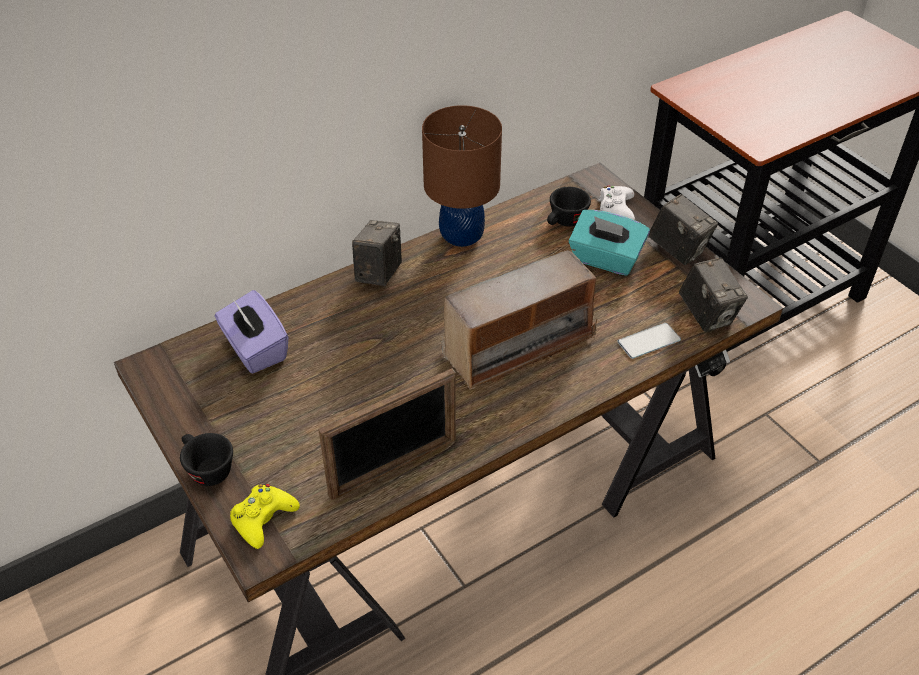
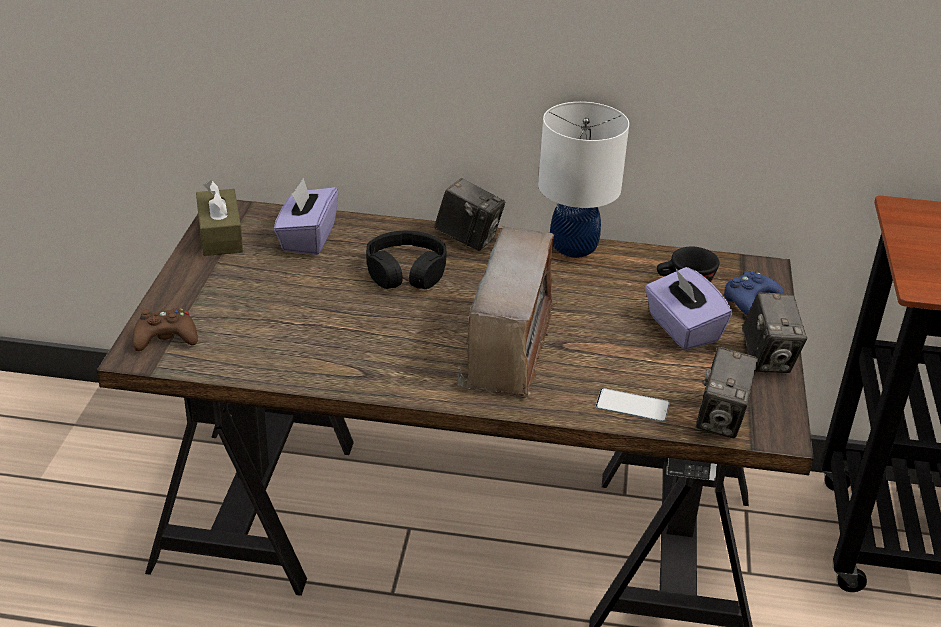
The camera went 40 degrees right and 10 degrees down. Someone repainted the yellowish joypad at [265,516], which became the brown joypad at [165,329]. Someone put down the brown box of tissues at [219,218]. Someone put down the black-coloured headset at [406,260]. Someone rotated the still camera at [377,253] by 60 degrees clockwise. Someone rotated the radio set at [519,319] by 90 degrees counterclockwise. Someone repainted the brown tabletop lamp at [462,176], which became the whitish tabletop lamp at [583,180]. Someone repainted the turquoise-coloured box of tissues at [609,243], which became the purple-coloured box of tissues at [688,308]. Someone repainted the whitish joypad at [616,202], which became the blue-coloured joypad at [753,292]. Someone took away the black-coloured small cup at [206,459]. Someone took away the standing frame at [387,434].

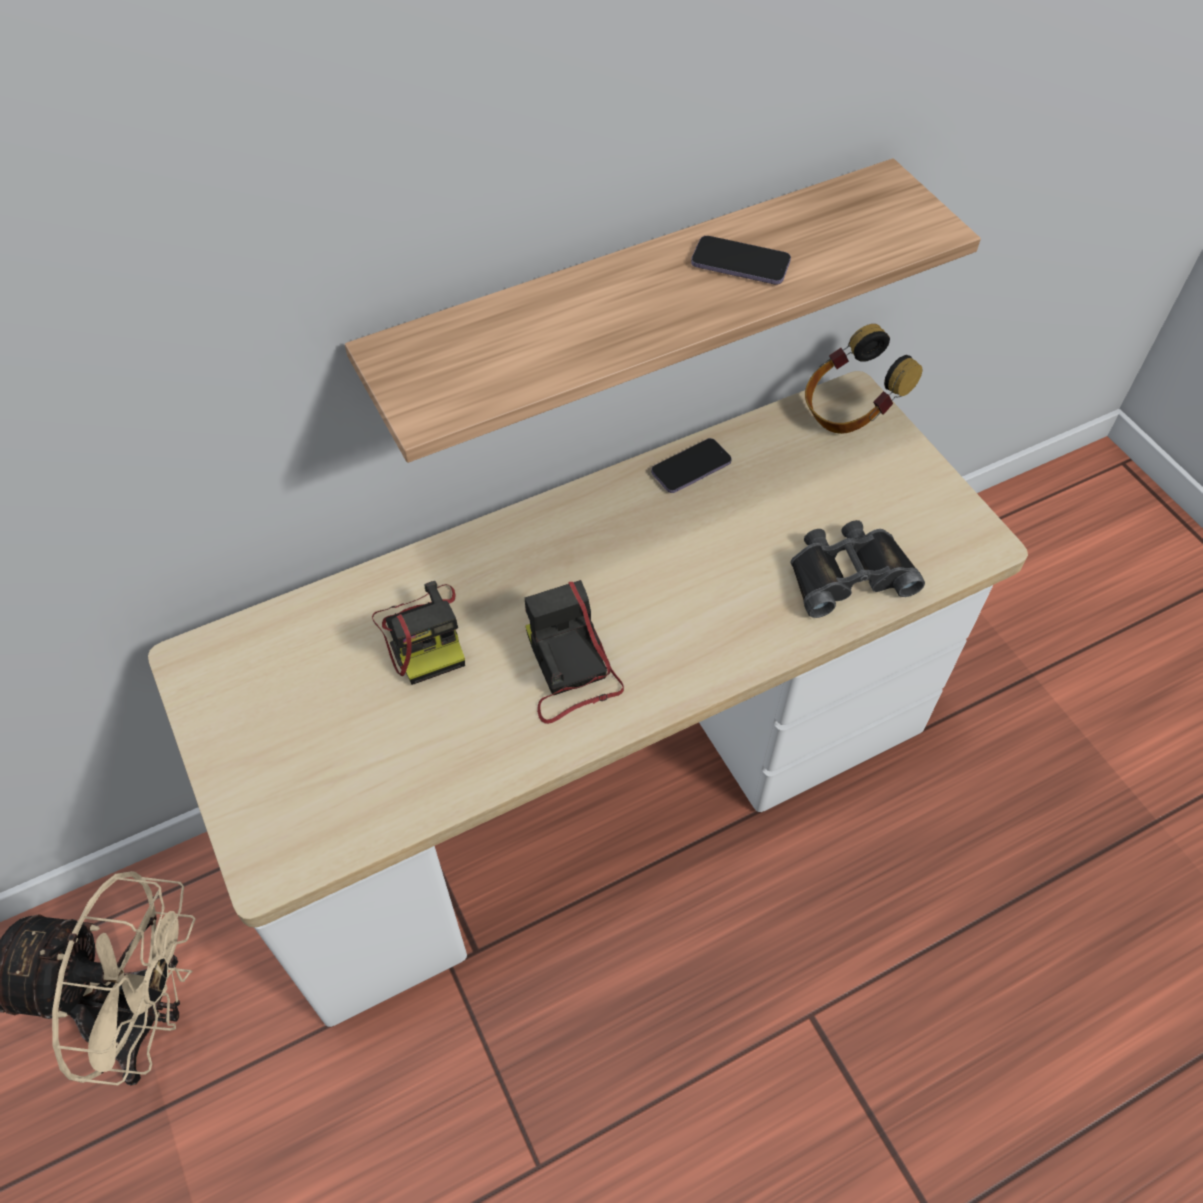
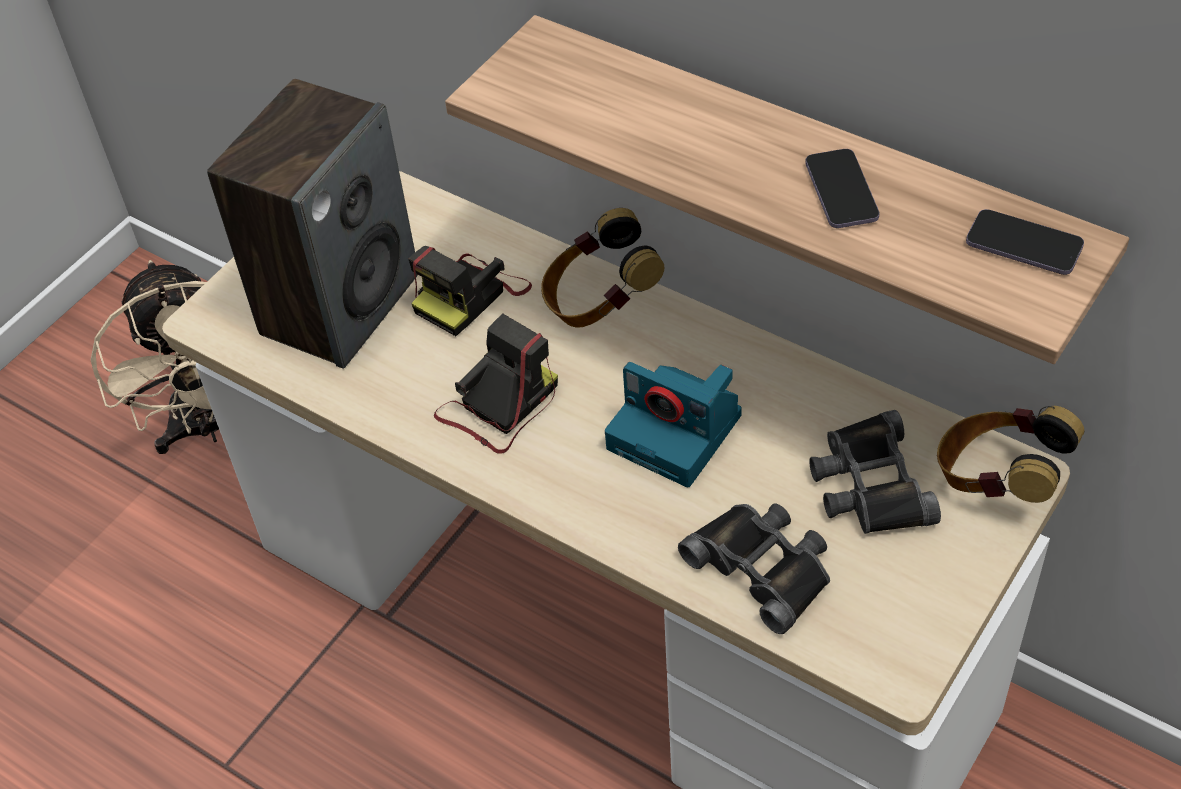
The camera went 65 degrees right and 5 degrees down. Someone put down the audio speaker at [312,224]. Someone put down the headset at [602,268]. Someone put down the still camera at [673,424]. Someone put down the black-coloured binoculars at [875,472]. Someone carried the phone from [691,465] to [1025,242].

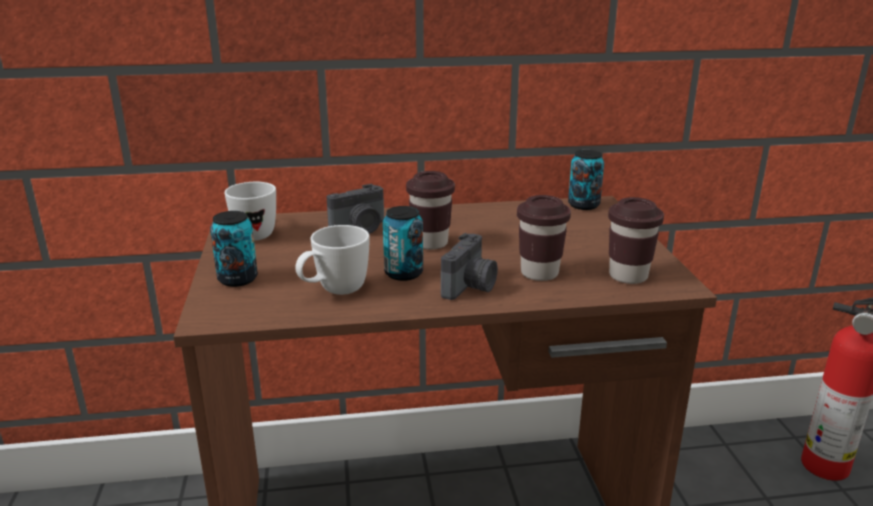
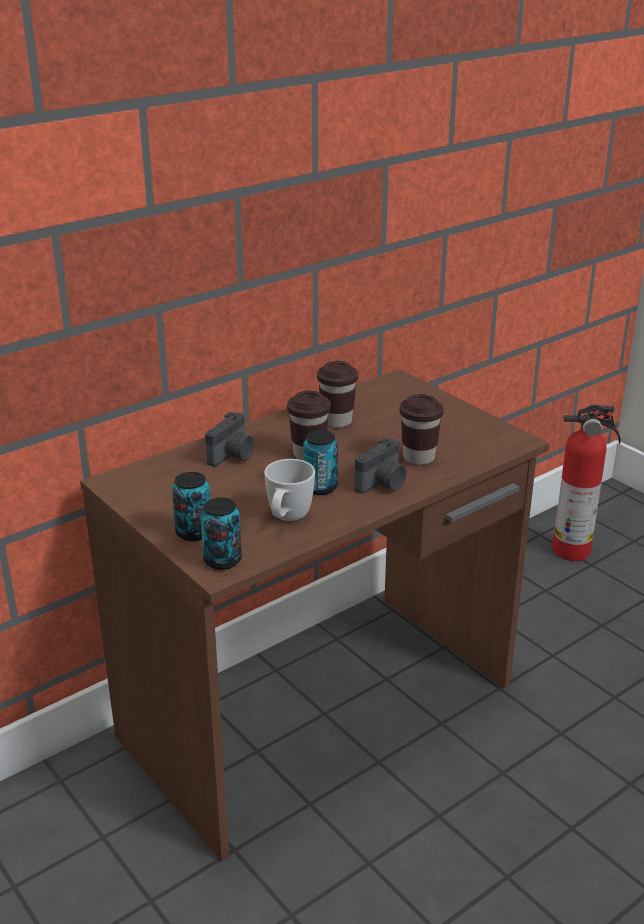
The camera went 30 degrees left and 5 degrees up. Someone carried the metal can from [586,180] to [221,533]. Someone carried the brown small cup from [636,240] to [337,394]. Someone rotated the still camera at [469,266] by 45 degrees clockwise. Someone took away the whitish tea mug at [250,211].

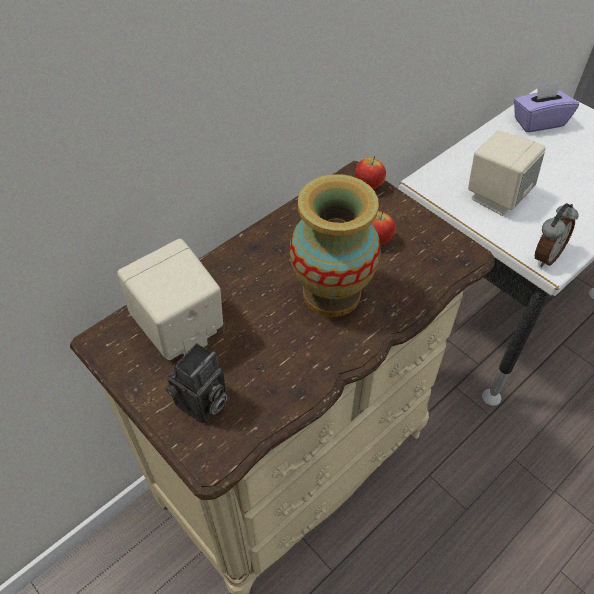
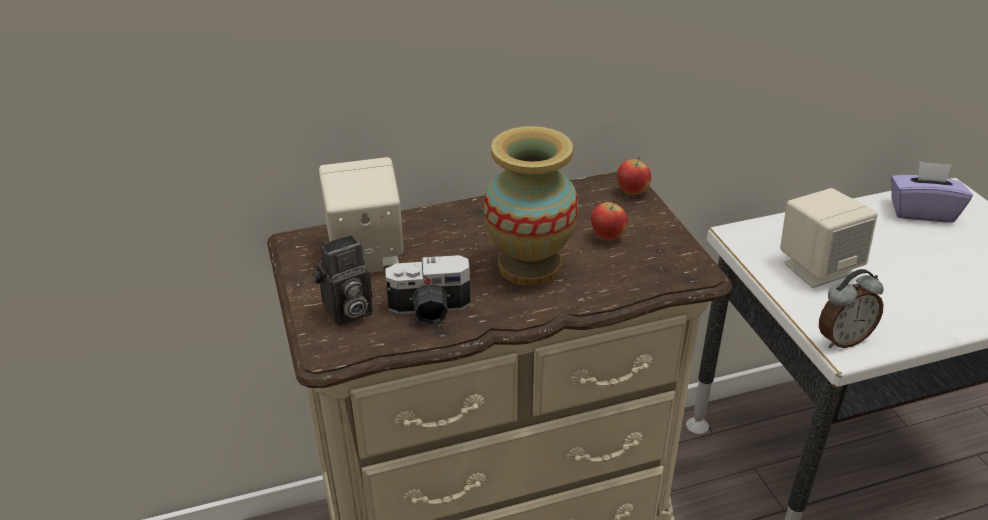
The camera went 25 degrees right and 15 degrees down. Someone put down the still camera at [428,290].

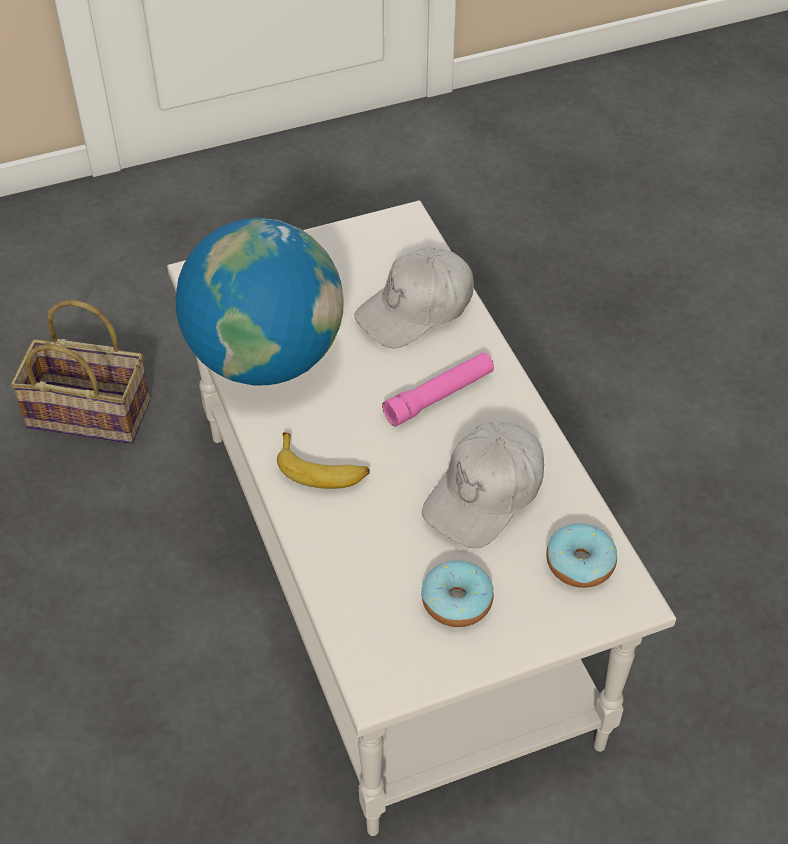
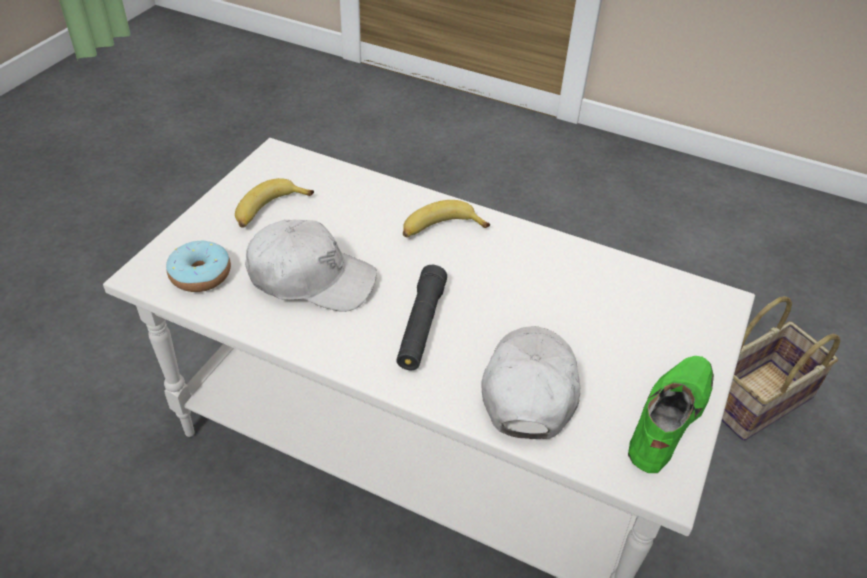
The camera went 135 degrees right and 5 degrees down. Someone swapped the doughnut at [457,593] for the whole banana at [274,203]. Someone rotated the whitish baseball cap at [483,485] by 105 degrees clockwise. Someone repainted the pinkish hand torch at [438,389], which became the black-coloured hand torch at [421,317]. Someone put down the green item of footwear at [671,414]. Someone took away the globe at [260,302].

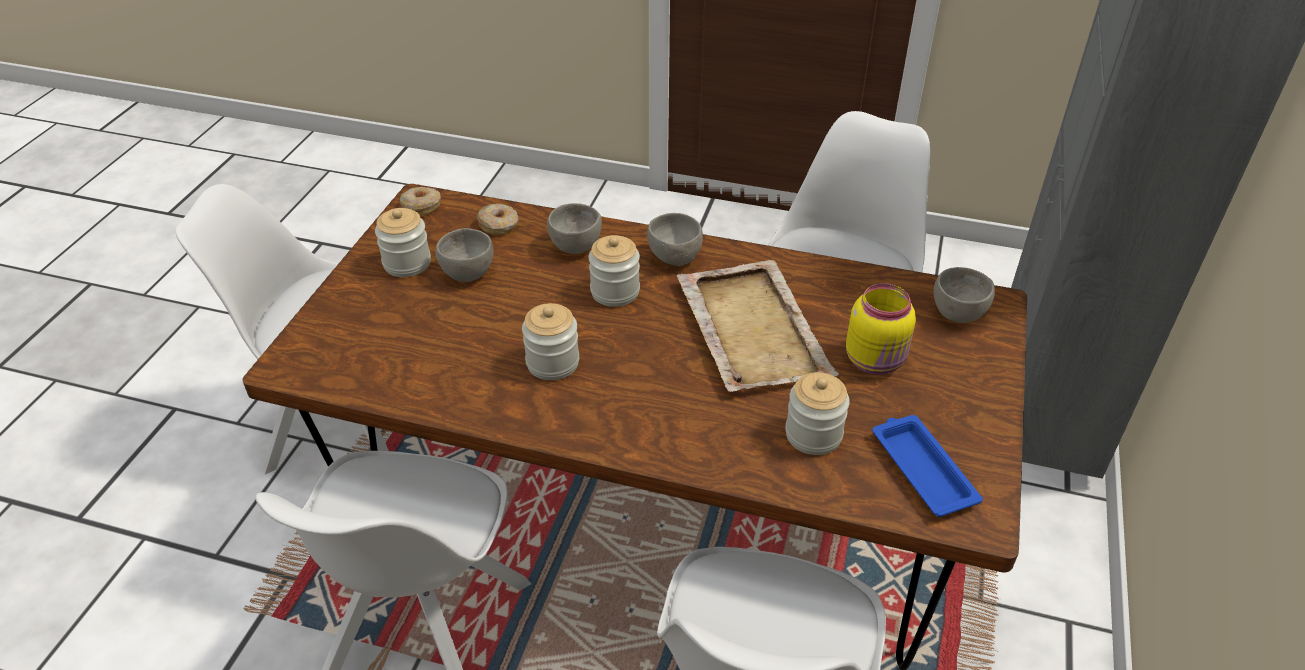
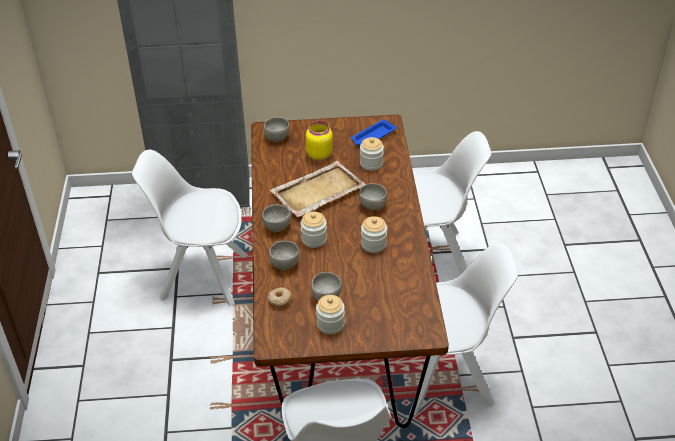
The camera went 110 degrees left and 0 degrees up. Someone put down the gray deep dish at [373,196]. Someone took away the doughnut at [420,201].

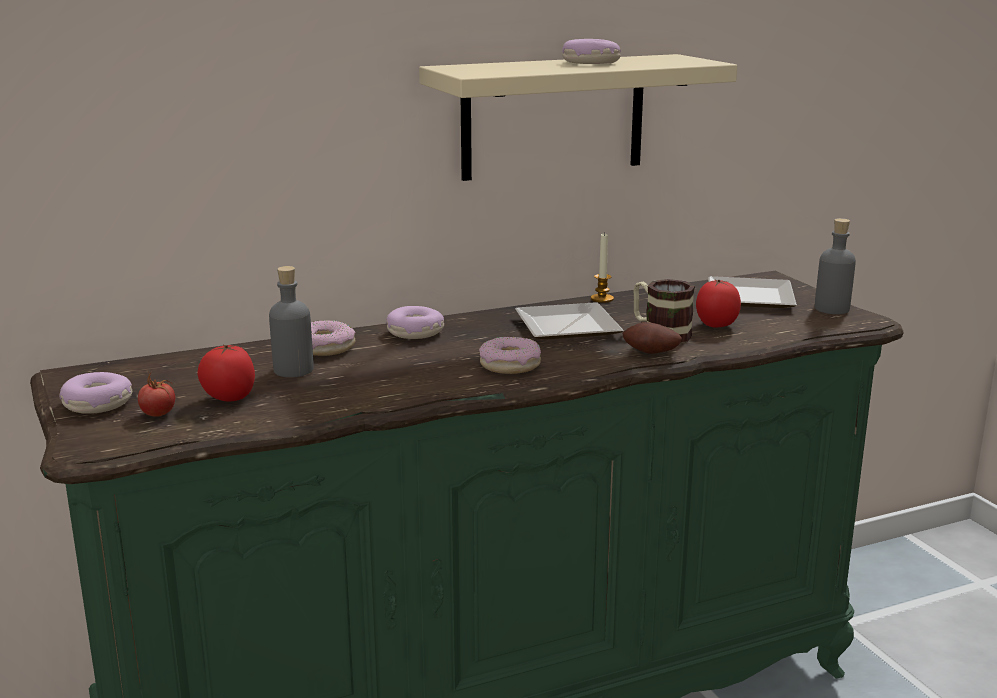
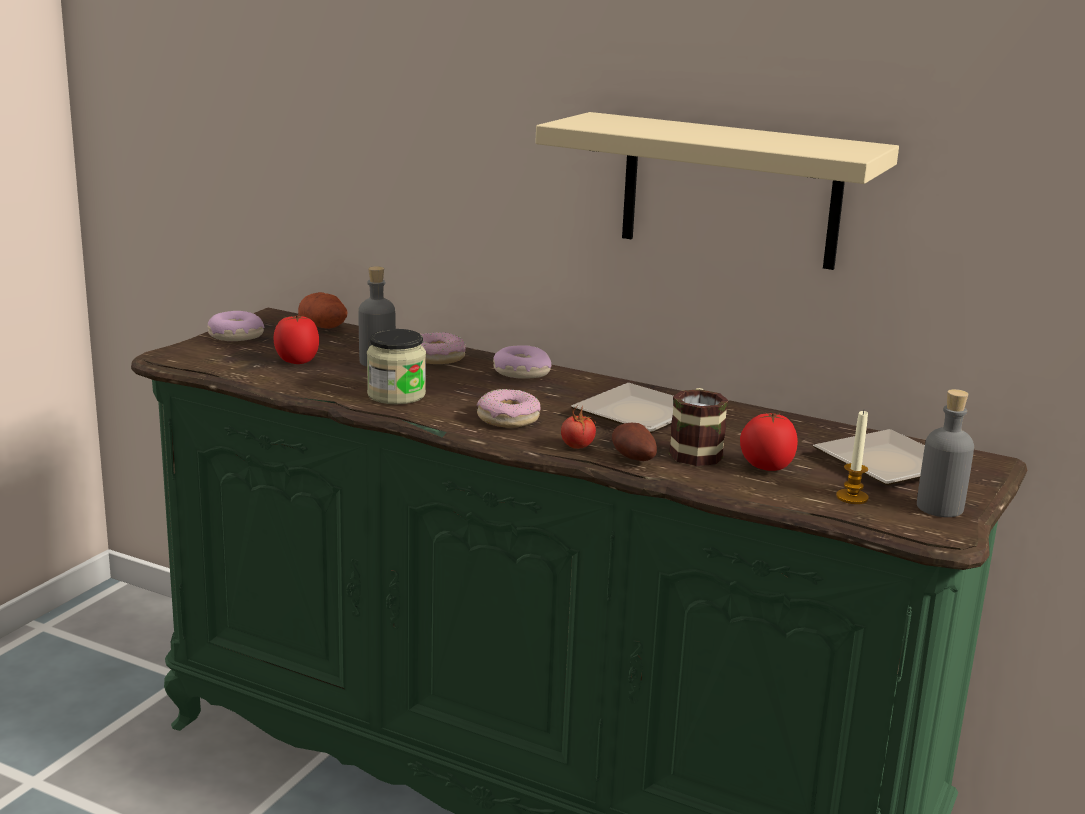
The camera went 50 degrees right and 0 degrees up. Someone put down the spud at [323,310]. Someone put down the storage jar at [396,366]. Someone carried the fresh tomato from [156,394] to [578,426]. Someone carried the wax candle from [602,267] to [852,457]. Someone took away the doughnut at [591,51].

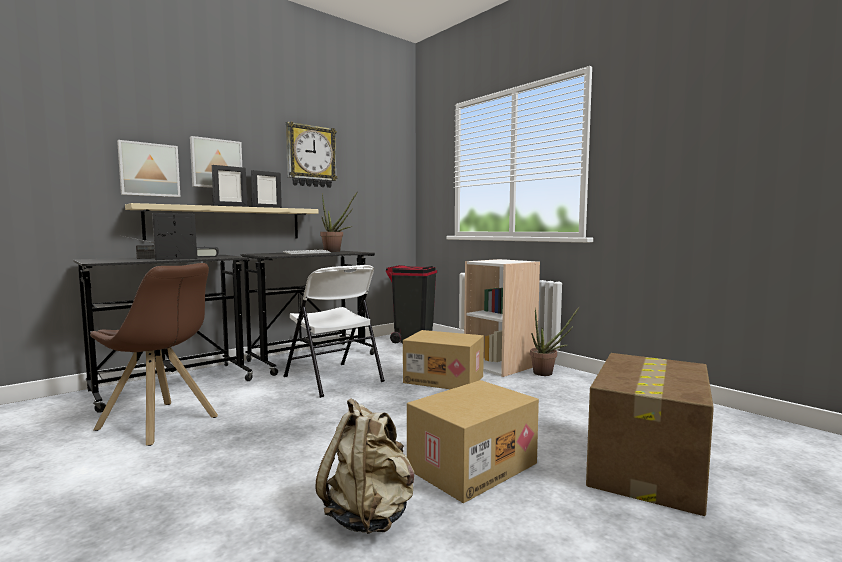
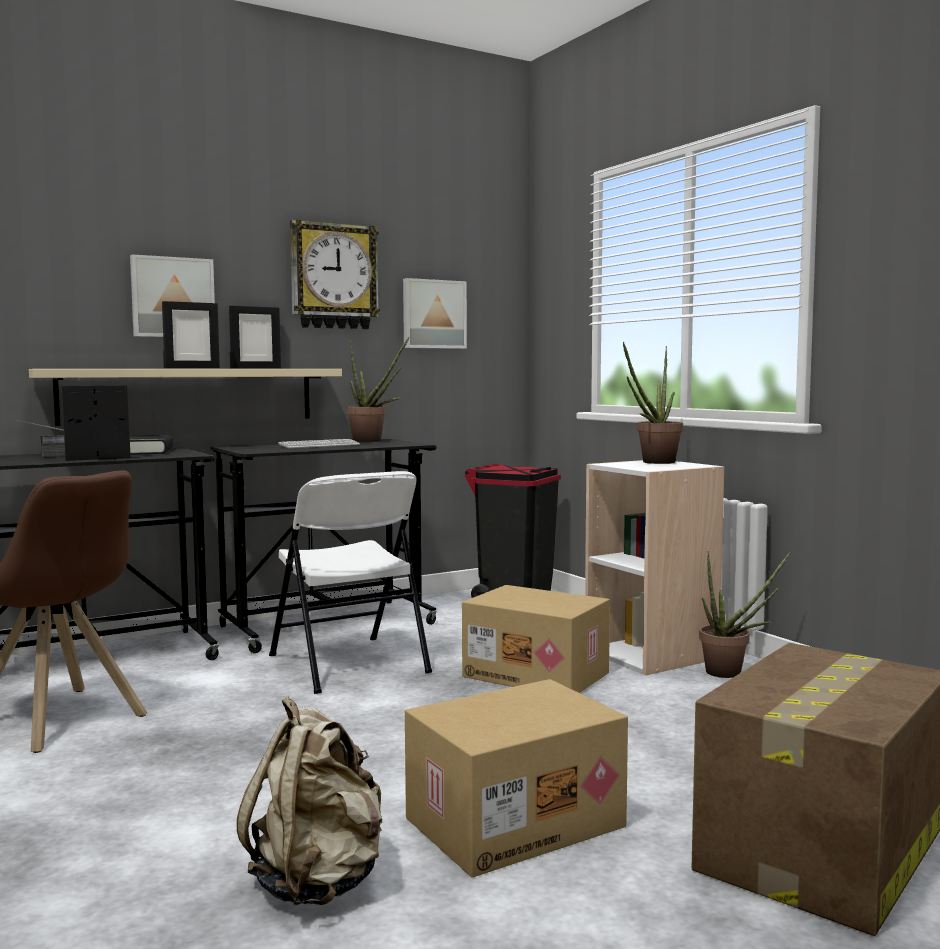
The camera went 10 degrees right and 0 degrees up. Someone carried the picture from [148,168] to [435,313]. Someone put down the plant in a pot at [653,403].

